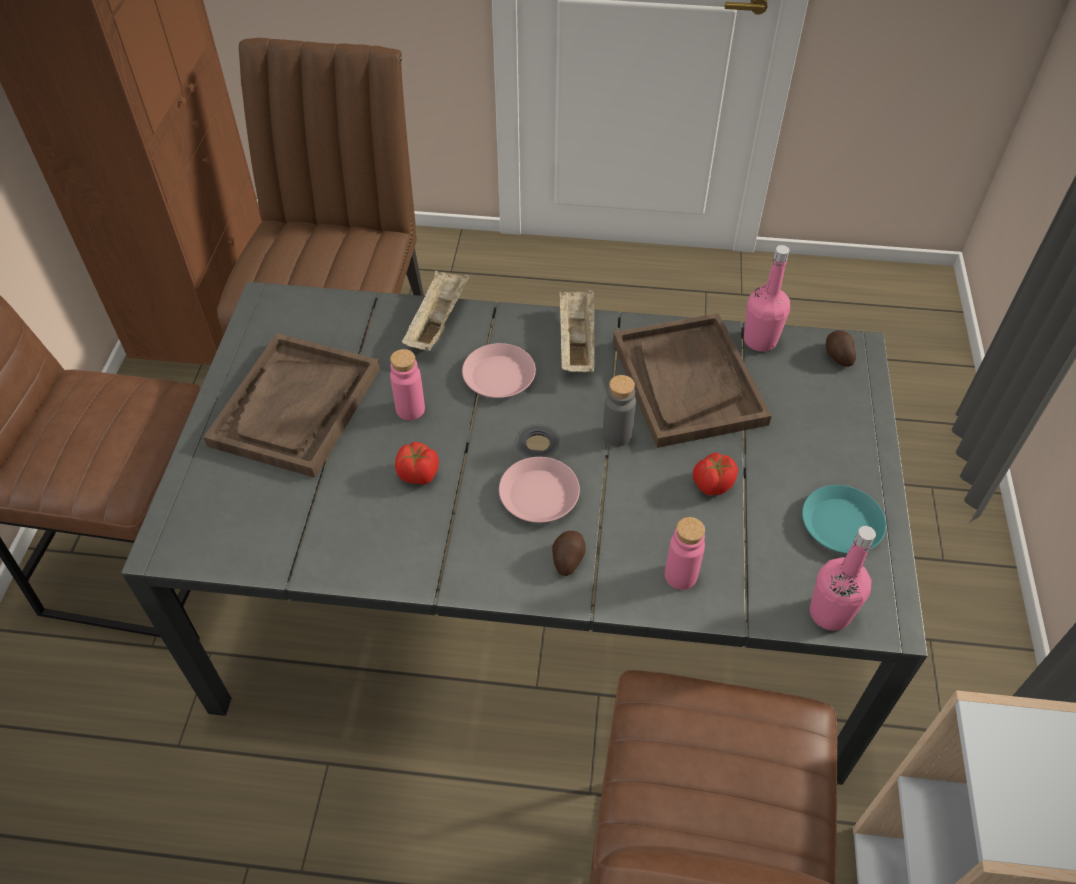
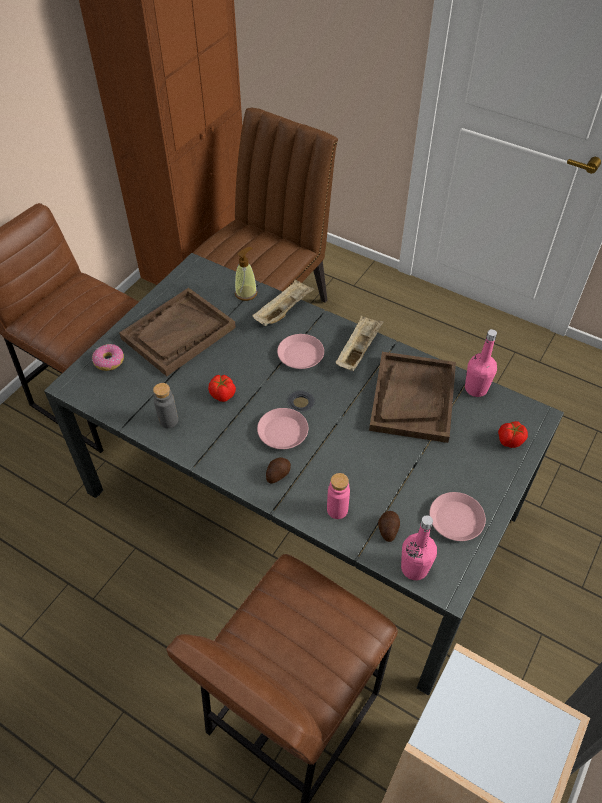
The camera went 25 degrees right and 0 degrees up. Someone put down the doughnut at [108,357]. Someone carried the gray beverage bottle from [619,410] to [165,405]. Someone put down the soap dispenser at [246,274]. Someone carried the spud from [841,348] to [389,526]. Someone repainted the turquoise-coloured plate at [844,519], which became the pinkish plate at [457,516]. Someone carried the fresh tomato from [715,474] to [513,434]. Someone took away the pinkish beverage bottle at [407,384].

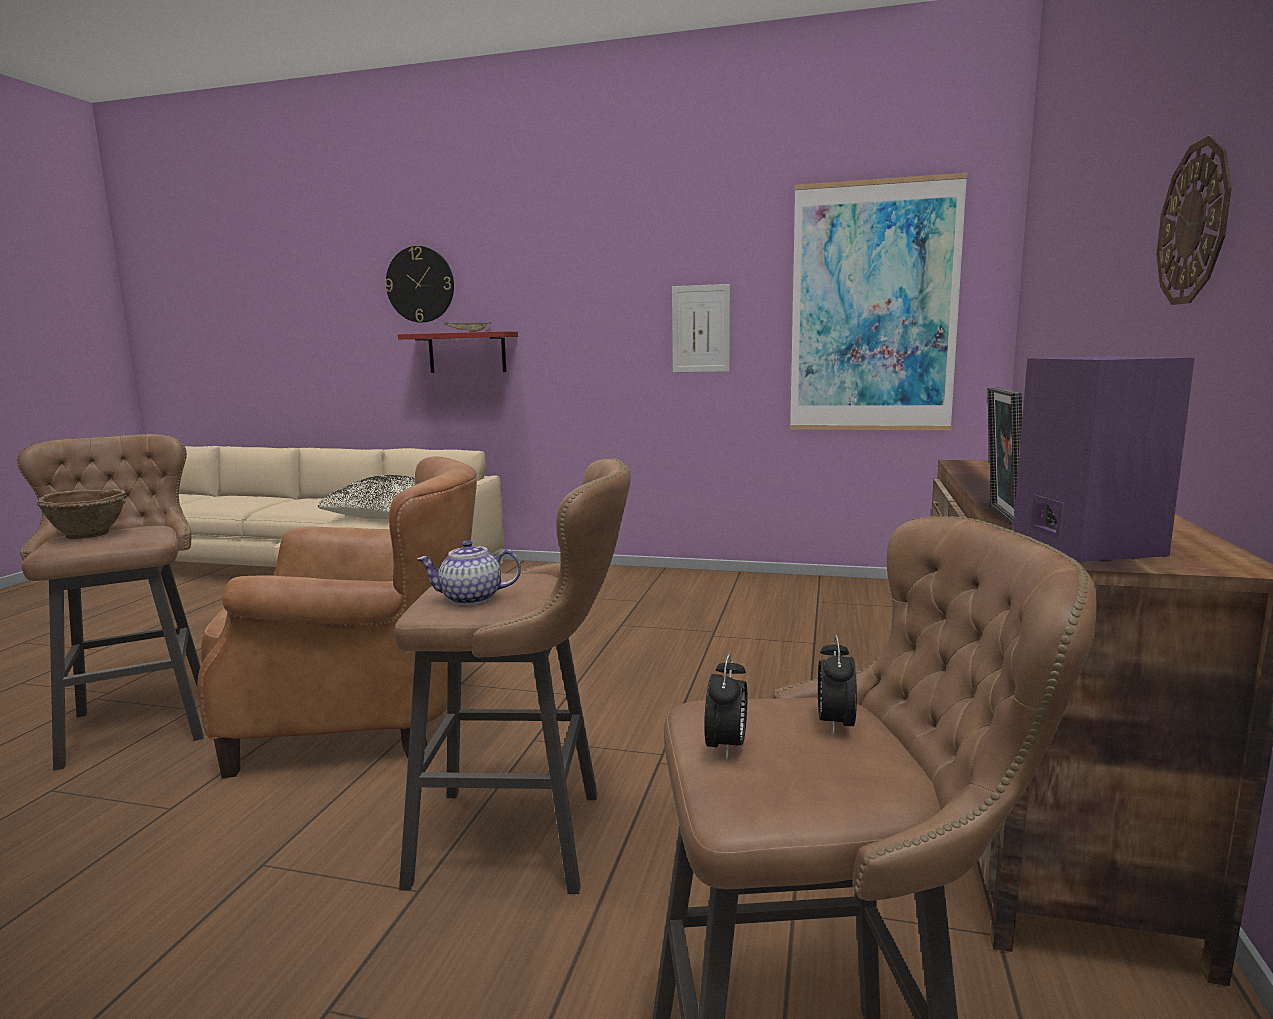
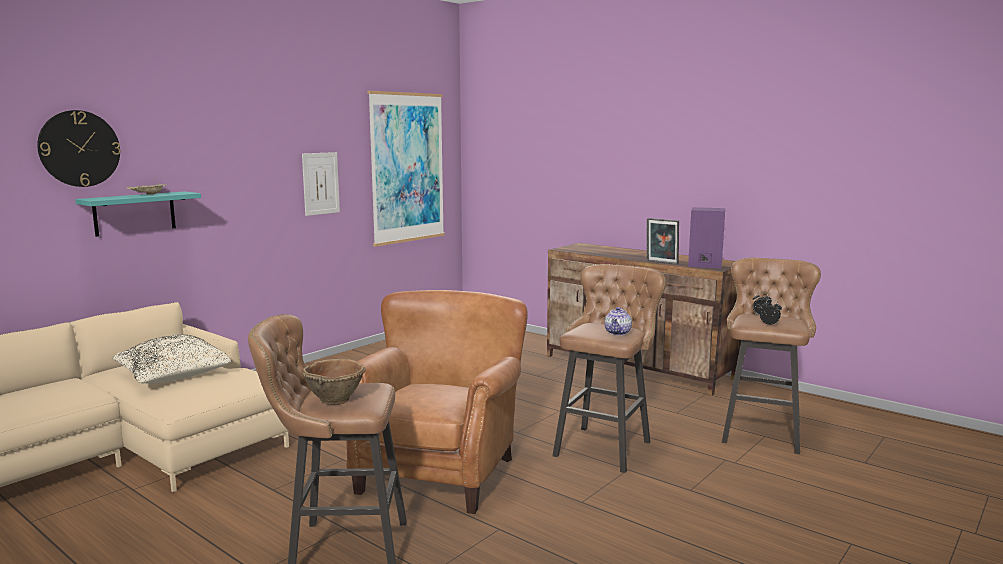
The camera went 65 degrees left and 0 degrees up. Someone repainted the red-coloured wall shelf at [458,352], which became the turquoise-coloured wall shelf at [138,214]. Someone took away the wall clock at [1194,220].

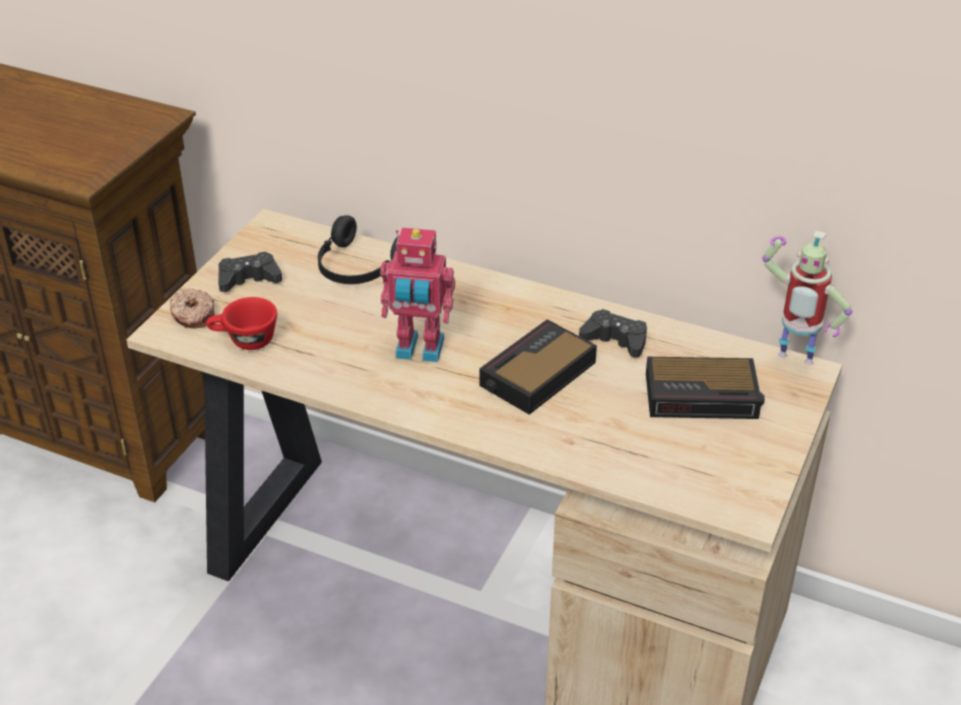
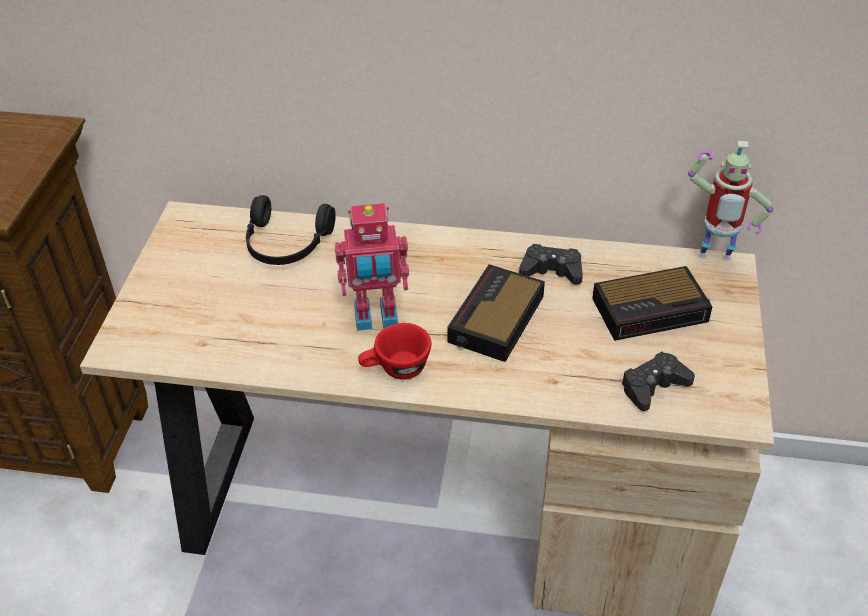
The camera went 15 degrees left and 5 degrees up. Someone carried the red-coloured small cup from [241,323] to [394,351]. Someone carried the black-coloured joypad from [250,272] to [658,381]. Someone took away the doughnut at [192,309].

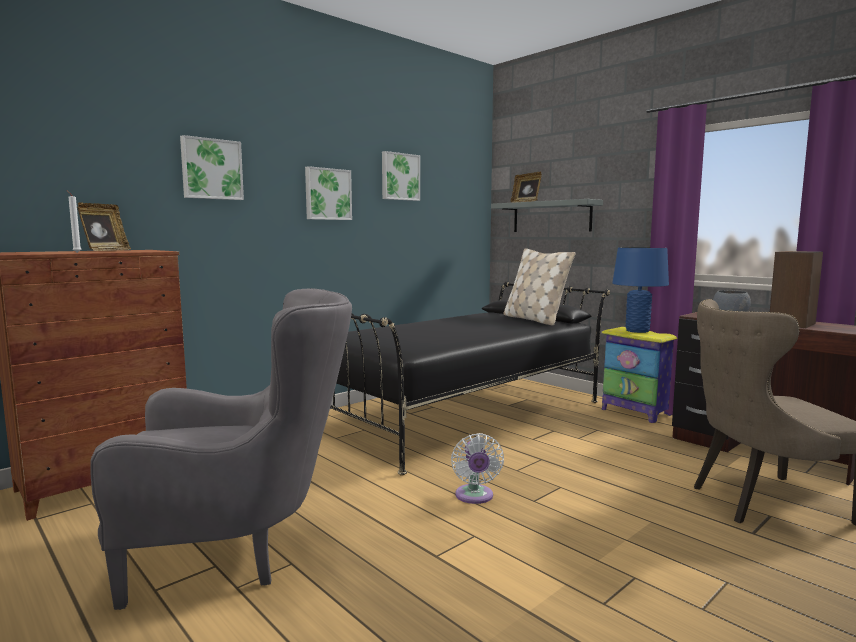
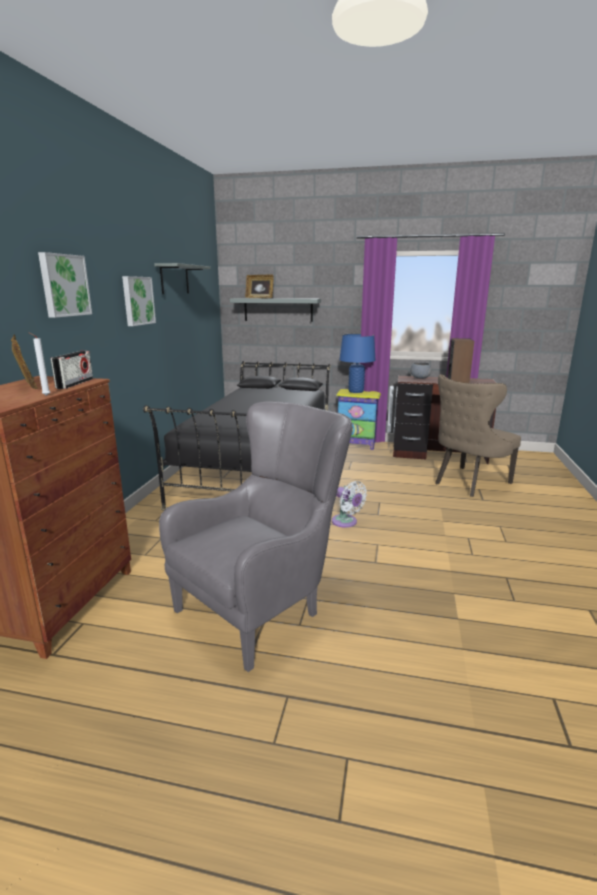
The camera went 35 degrees left and 10 degrees up. Someone put down the radio set at [72,370]. Someone swapped the picture at [401,176] for the gray wall shelf at [182,278]. Someone took away the beige-coloured cushion at [539,287].

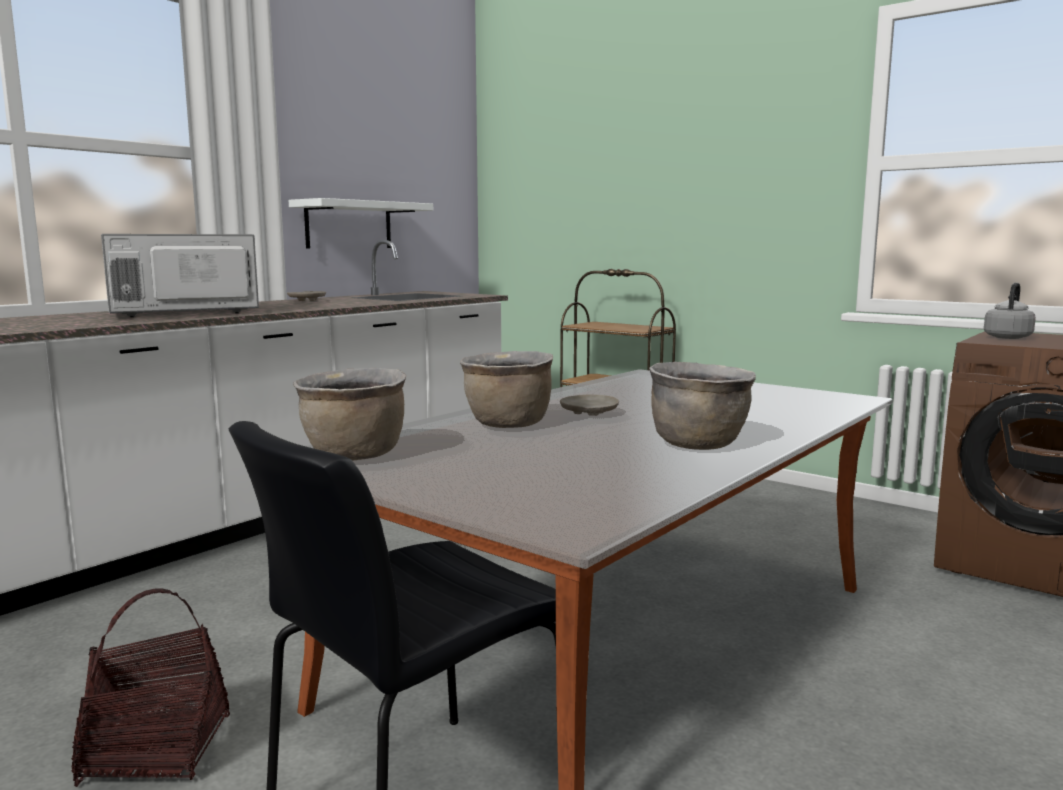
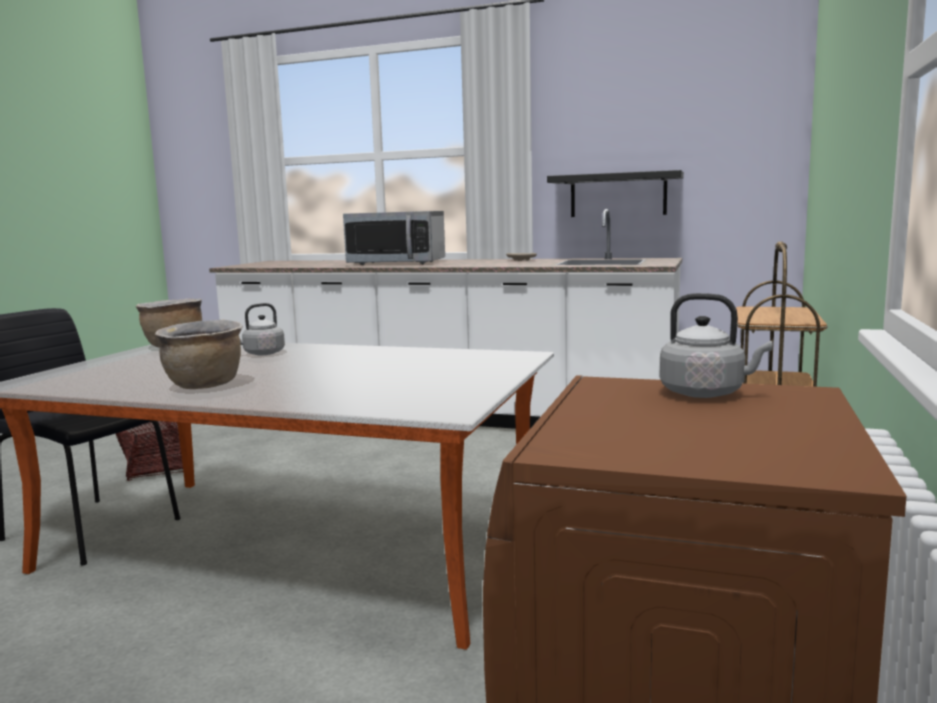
The camera went 70 degrees right and 0 degrees up. Someone swapped the brown cooking pot at [506,389] for the gray water kettle at [262,329]. Someone rotated the microwave at [180,275] by 150 degrees clockwise. Someone repainted the whitish wall shelf at [361,223], which became the black-coloured wall shelf at [615,193]. Someone took away the beige-coloured plate at [589,405].

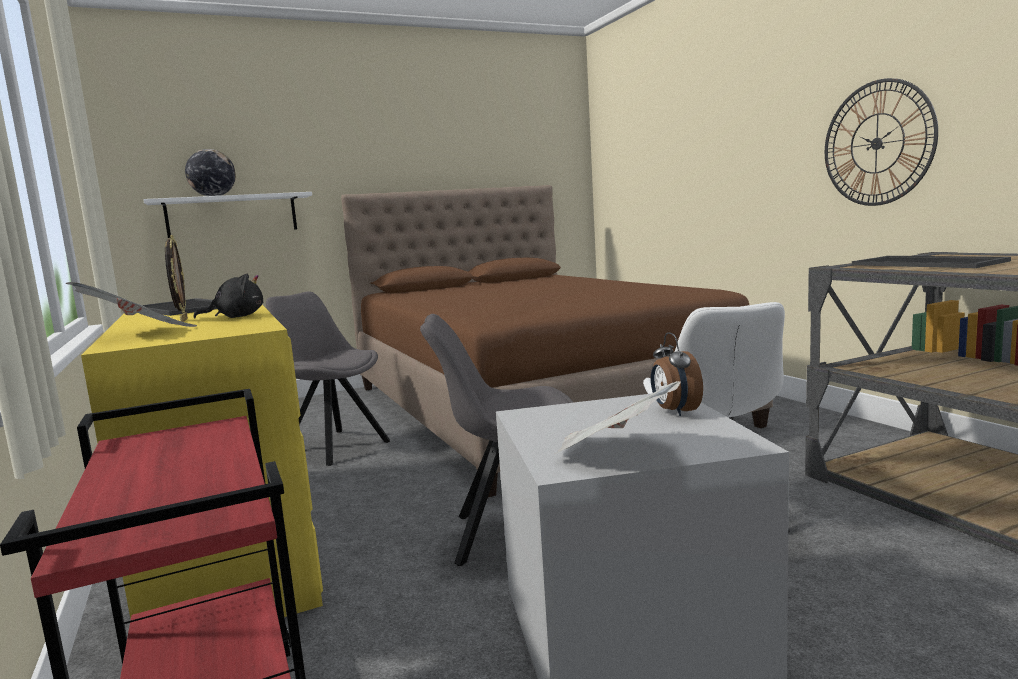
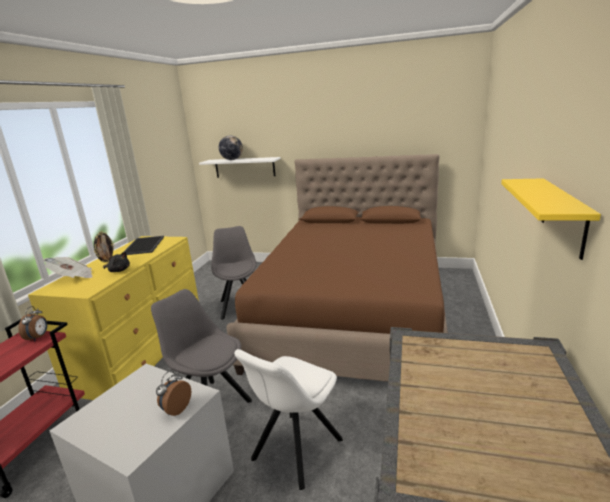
The camera went 40 degrees right and 10 degrees up. Someone put down the table clock at [32,323]. Someone swapped the wall clock at [881,142] for the yellowish wall shelf at [551,219]. Someone took away the newspaper at [618,417]. Someone took away the carrying tray at [931,262].

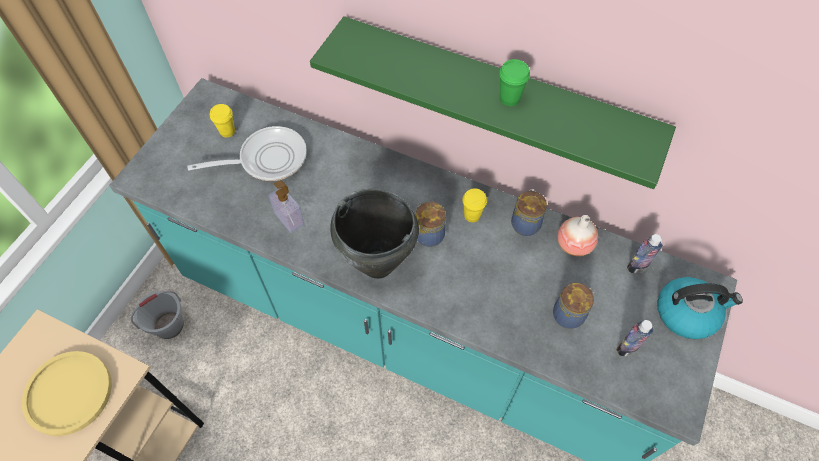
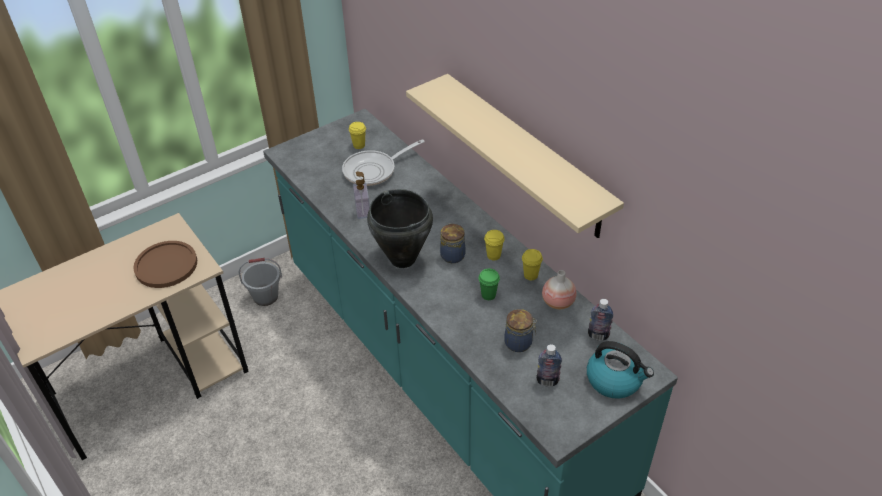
The camera went 30 degrees right and 15 degrees down. Someone repainted the yellowish plate at [67,393], which became the brown plate at [165,264]. Someone rotated the skillet at [247,153] by 135 degrees clockwise. Someone repainted the green wall shelf at [493,102], which became the beige-coloured wall shelf at [515,156]. Someone carried the green small cup from [514,82] to [489,284]. Someone swapped the storage jar at [529,212] for the yellowish small cup at [532,264].

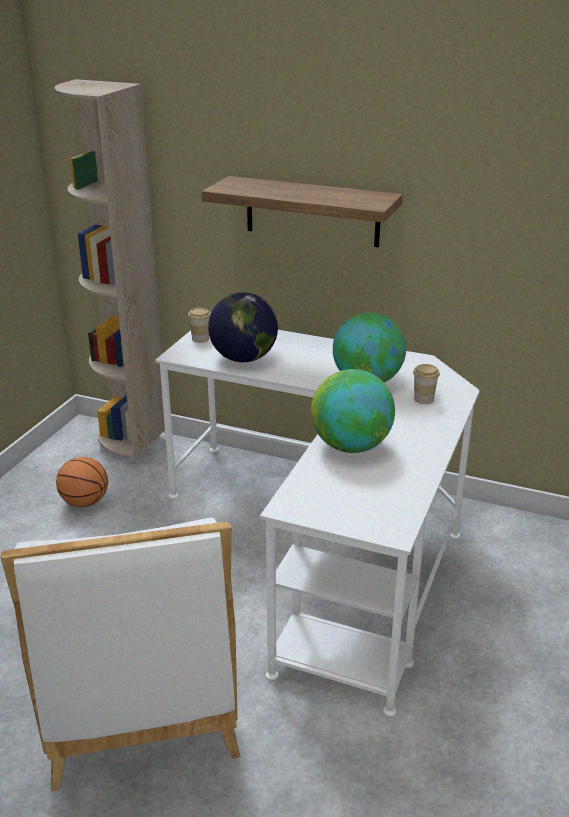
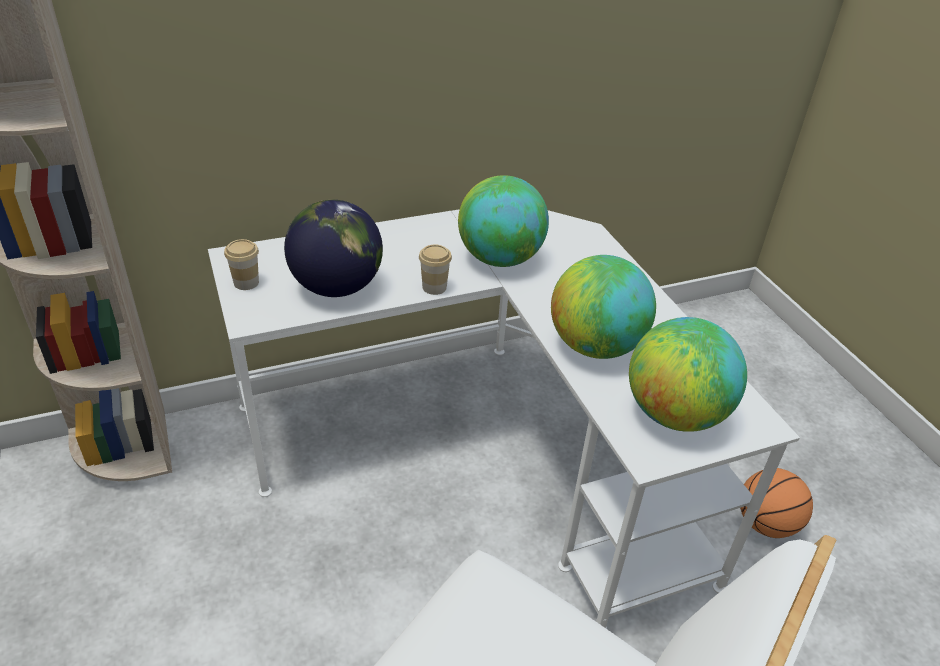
The camera went 45 degrees left and 10 degrees up. Someone carried the small cup from [426,384] to [435,269]. Someone put down the globe at [688,374]. Someone carried the basketball ball from [82,482] to [776,503]. Someone took away the wall shelf at [302,212].

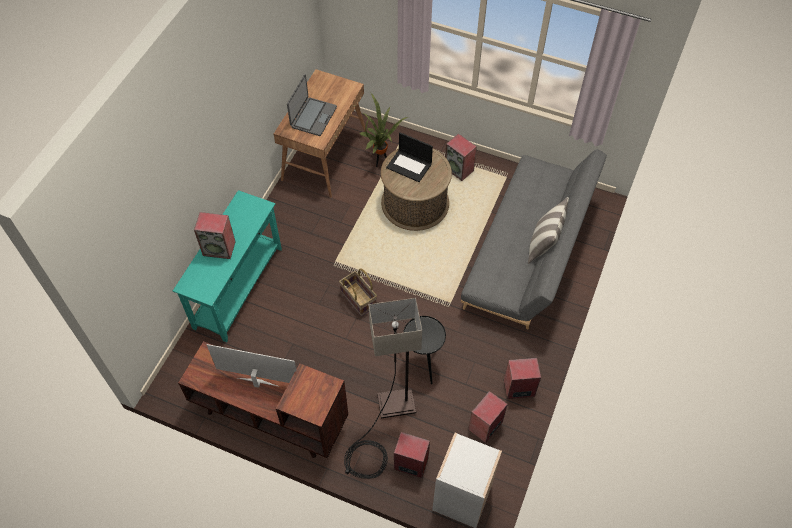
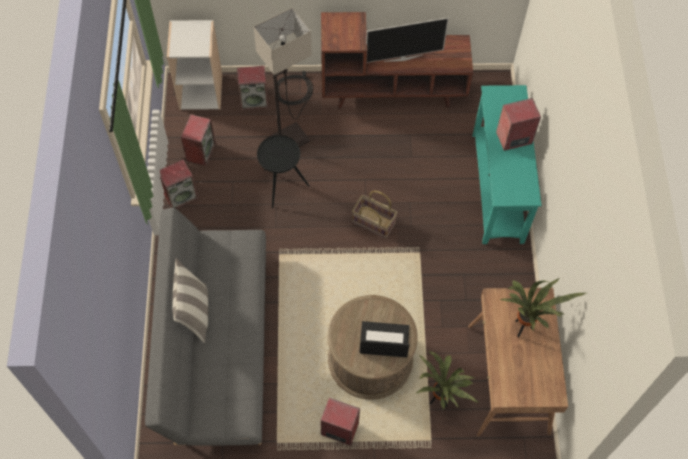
The camera went 155 degrees right and 5 degrees up. Someone swapped the notebook computer at [312,105] for the plant in a pot at [543,308].

